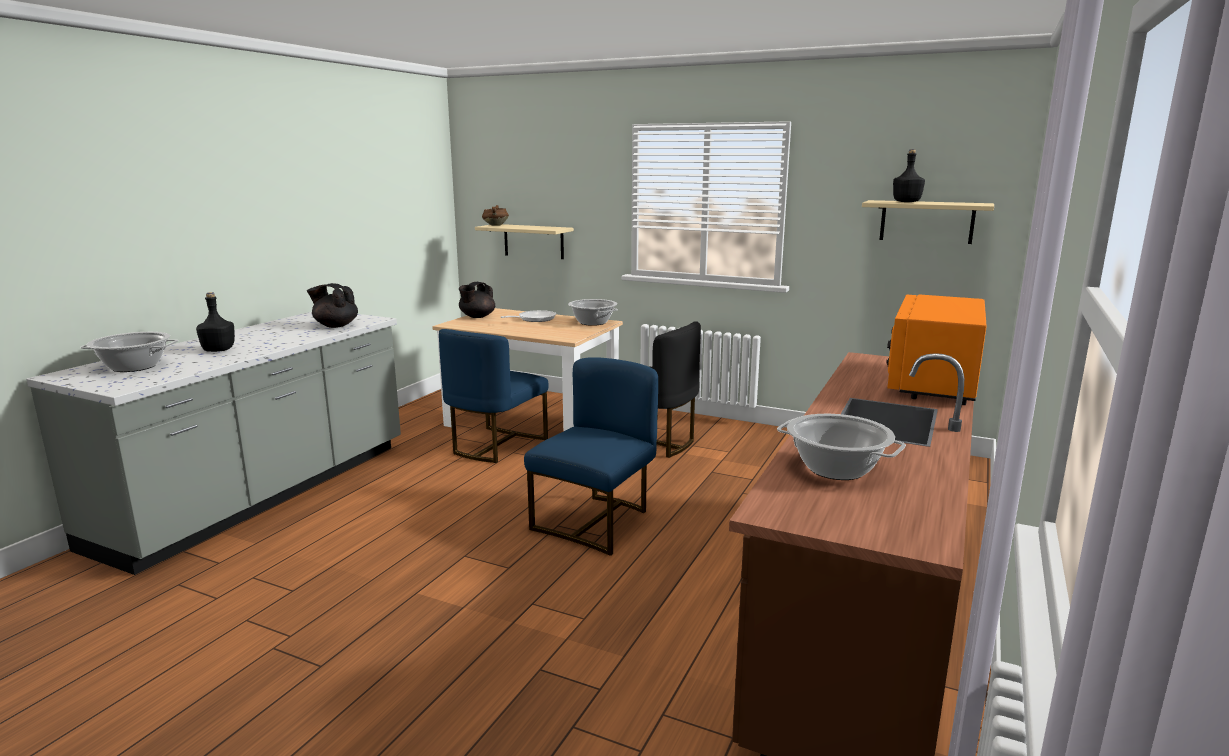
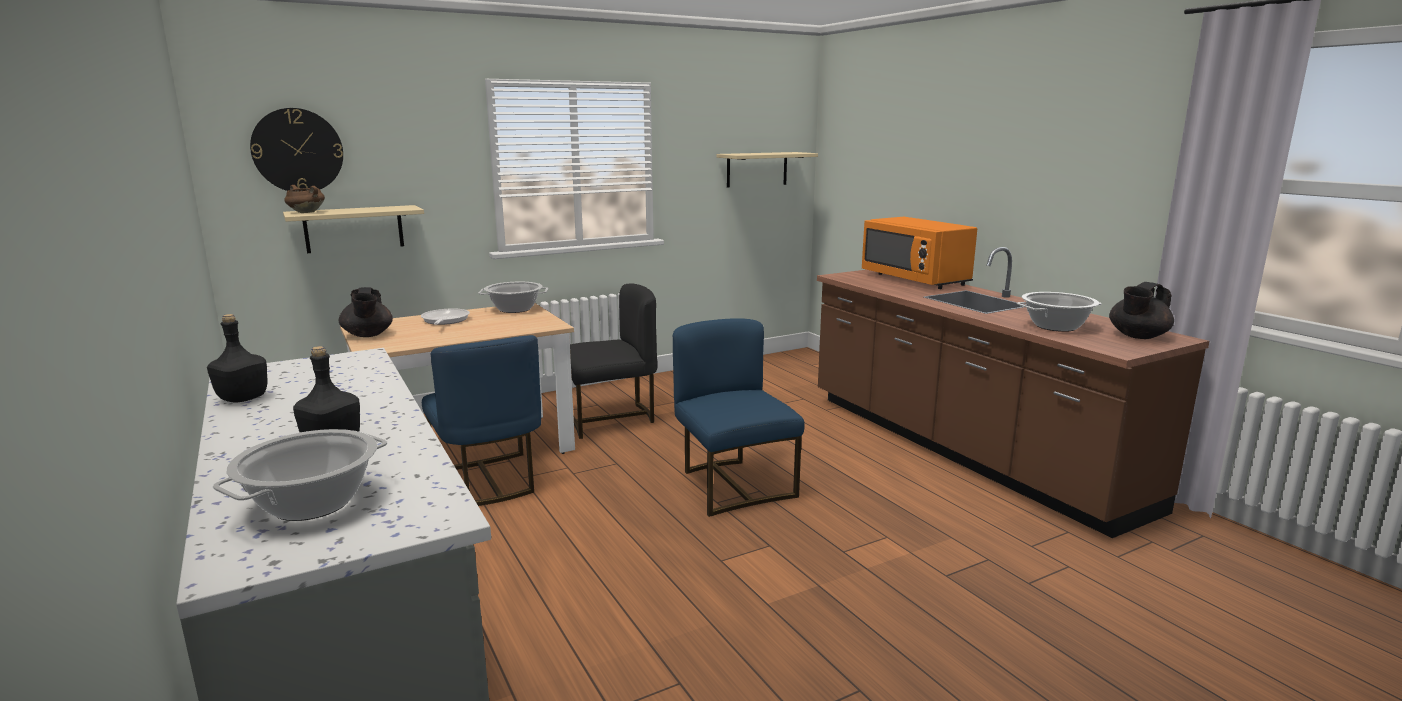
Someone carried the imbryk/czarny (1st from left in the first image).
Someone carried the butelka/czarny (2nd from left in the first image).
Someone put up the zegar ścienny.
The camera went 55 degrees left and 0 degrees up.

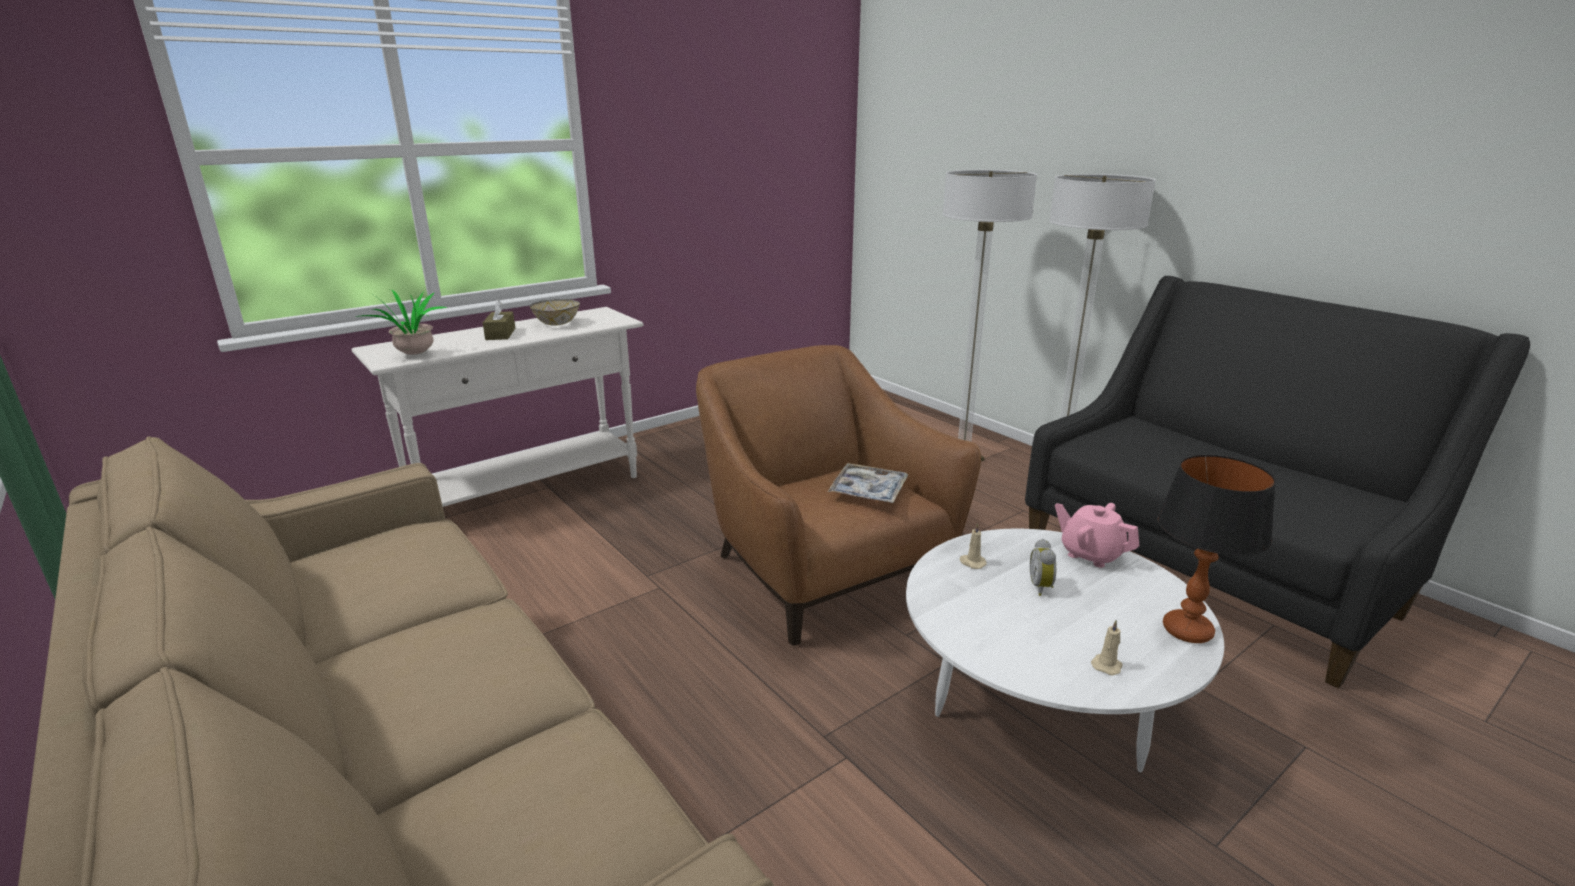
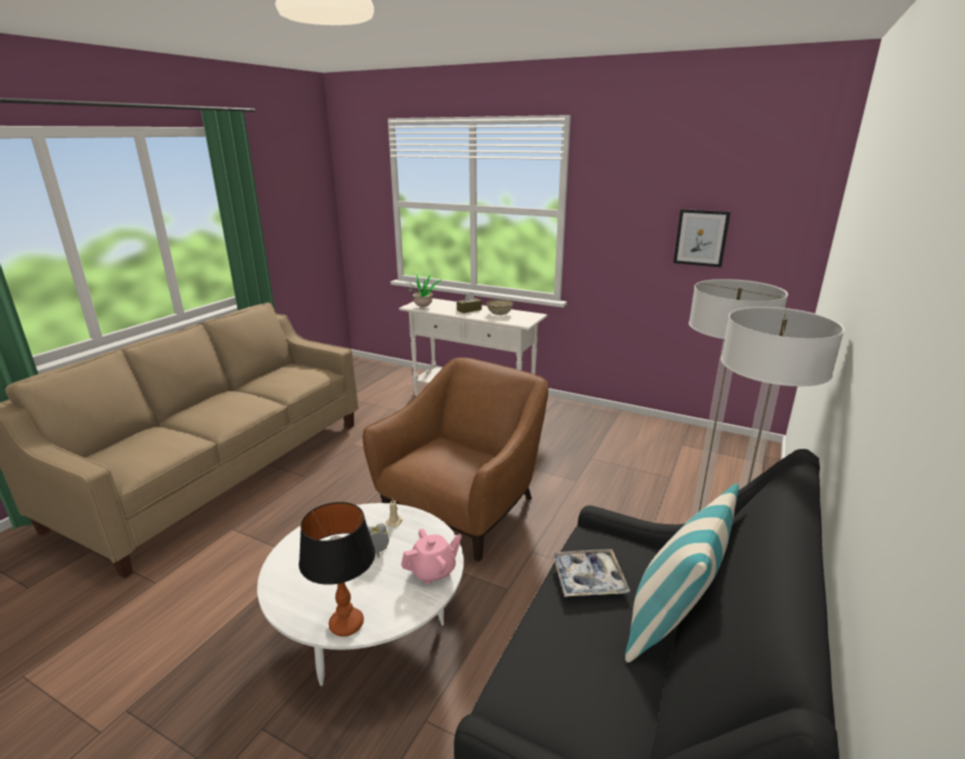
Someone carried the taca.
Someone rotated the imbryk/różowy by 45 degrees clockwise.
Someone took away the świeca/beżowy (2nd from left).
Someone put down the poduszka.
Someone put up the obraz.
The camera went 65 degrees right and 0 degrees up.

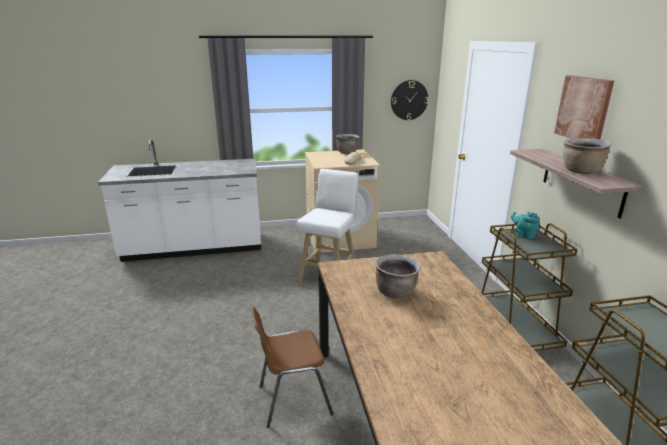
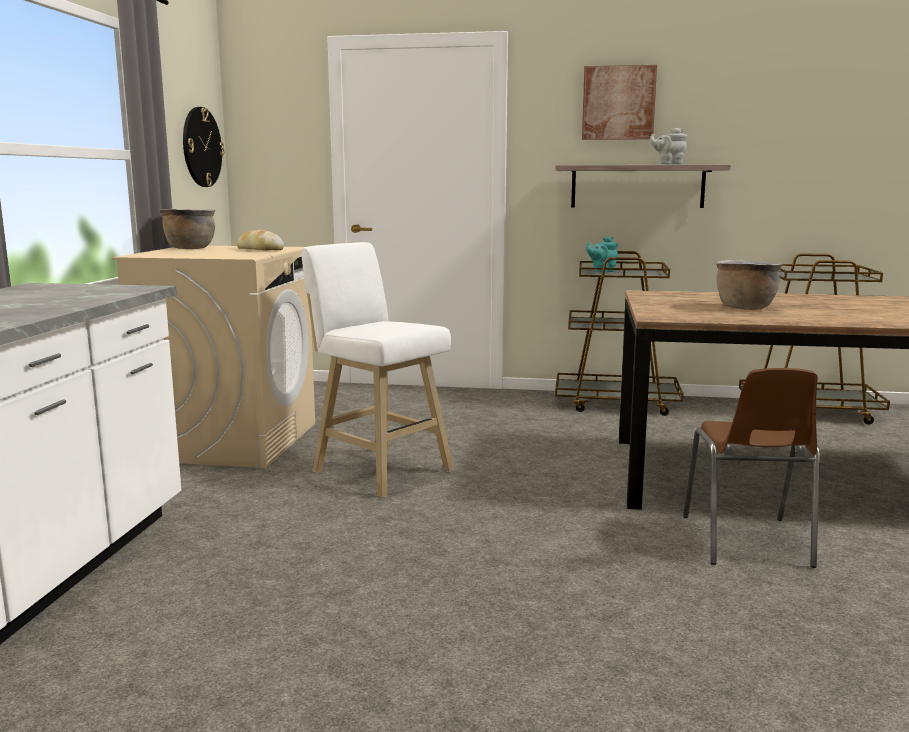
Someone swapped the garnek/brązowy (3rd from left) for the imbryk/szary.
The camera went 70 degrees left and 10 degrees down.

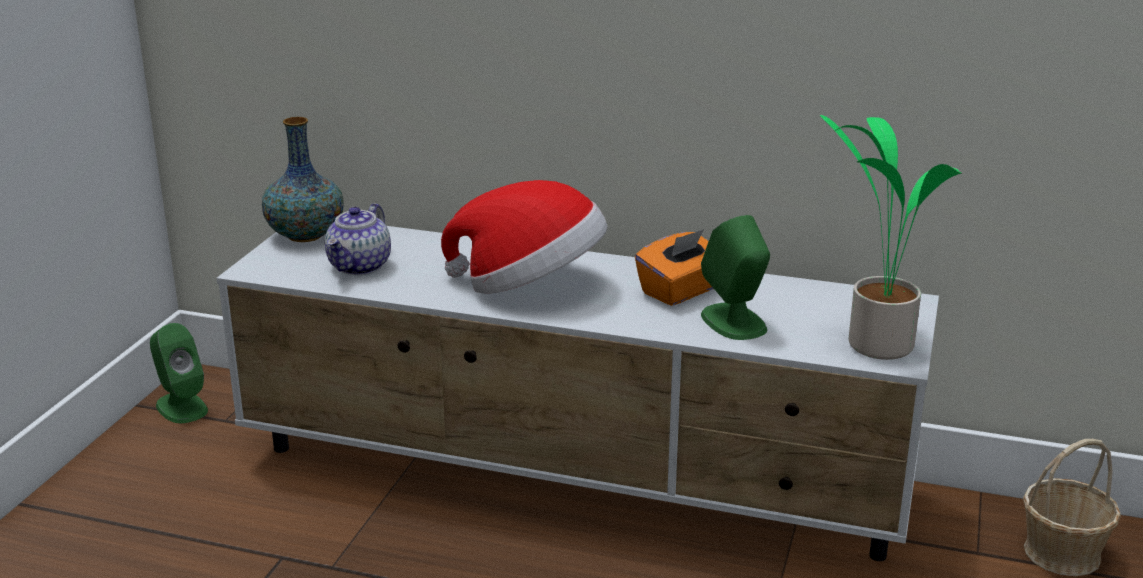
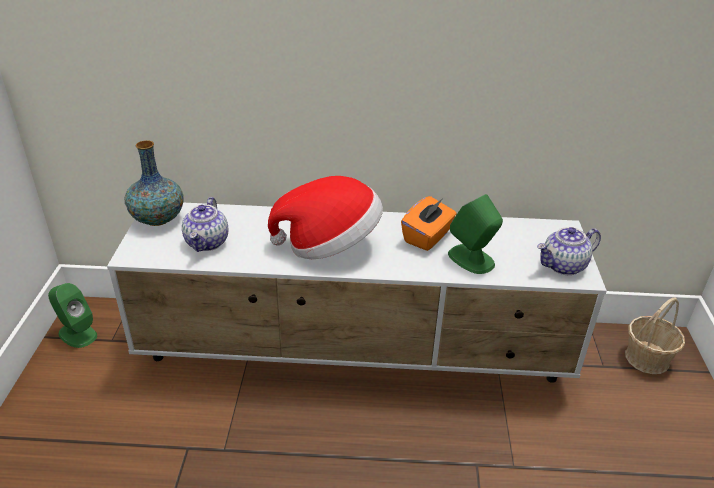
Someone swapped the roślina doniczkowa for the imbryk (2nd from left).
The camera went 15 degrees left and 10 degrees up.

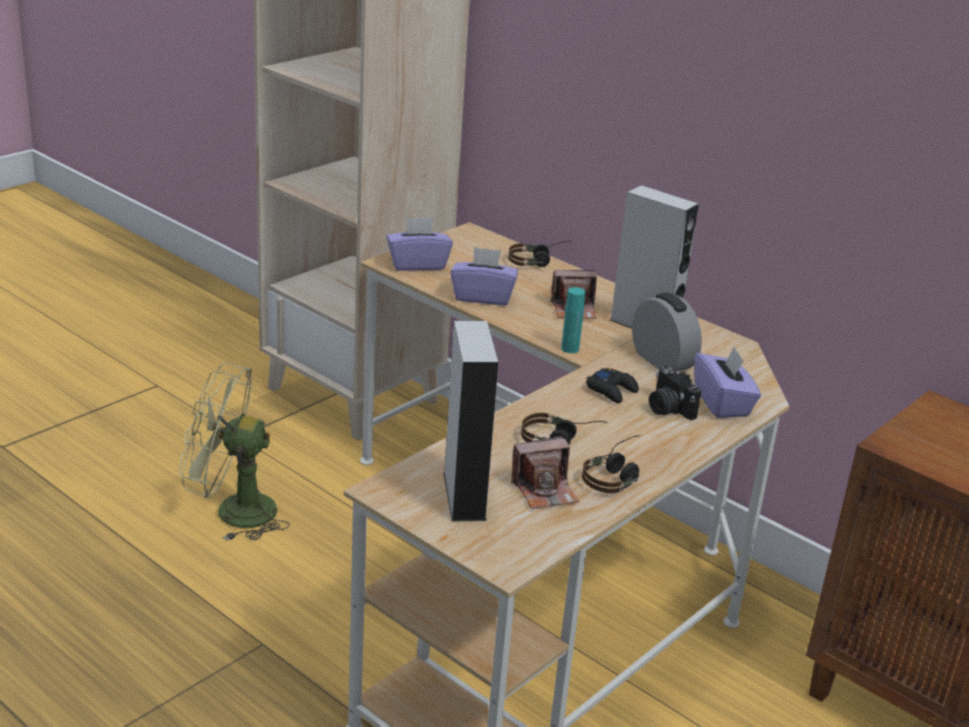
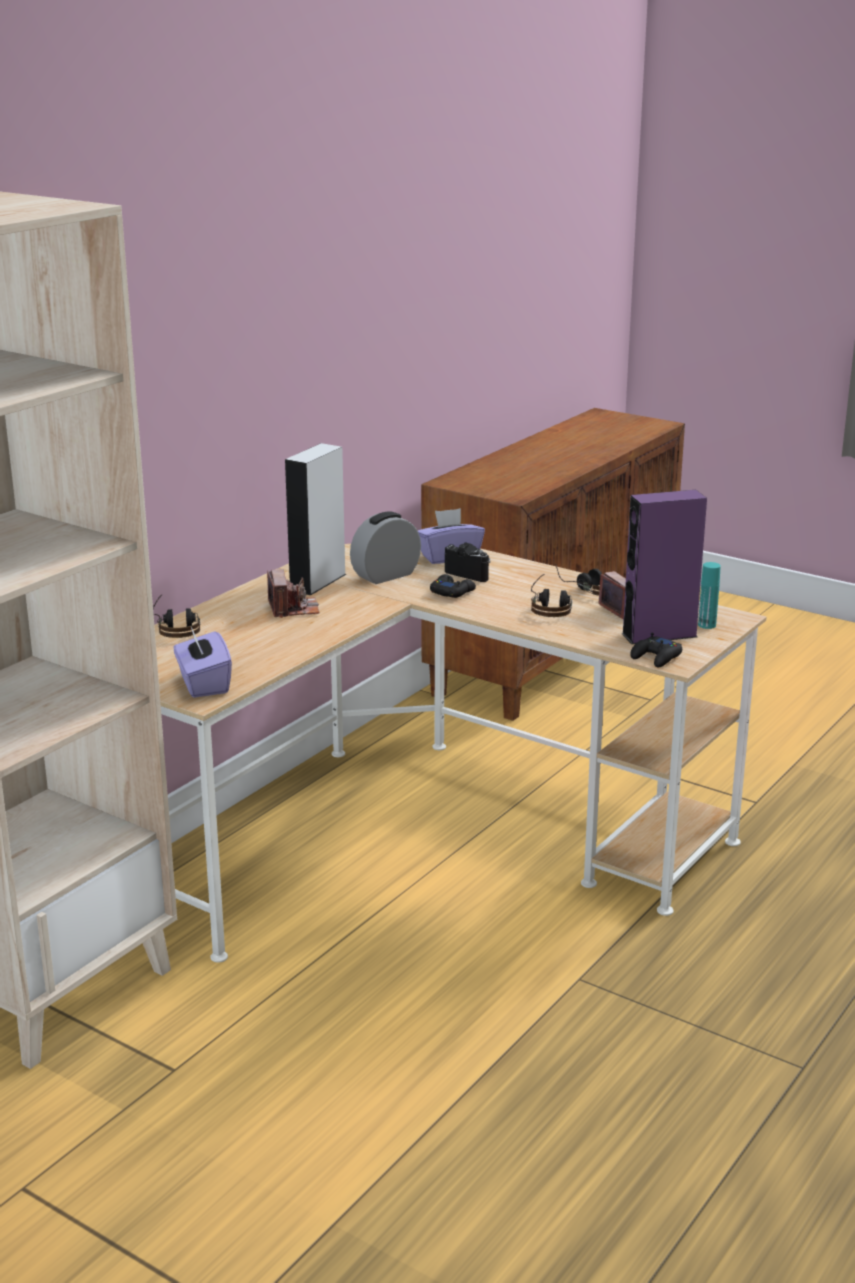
Someone took away the wentylator/zielony.
Someone repainted the głośnik/szary (1st from left), which became the głośnik/fioletowy.
Someone took away the pudełko chusteczek/fioletowy (2nd from left).
Someone carried the butelka/turkusowy.
Someone rotated the aparat fotograficzny (3rd from left in the first image) by 105 degrees counterclockwise.
Someone put down the pad do gier/czarny (2nd from left).
The camera went 95 degrees left and 5 degrees down.

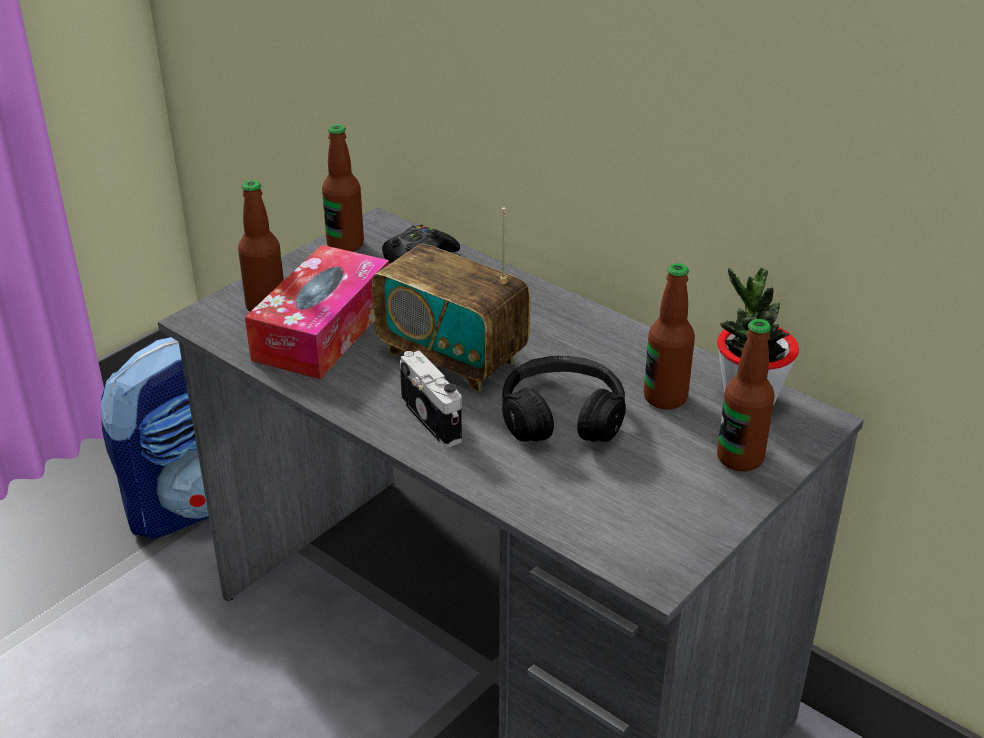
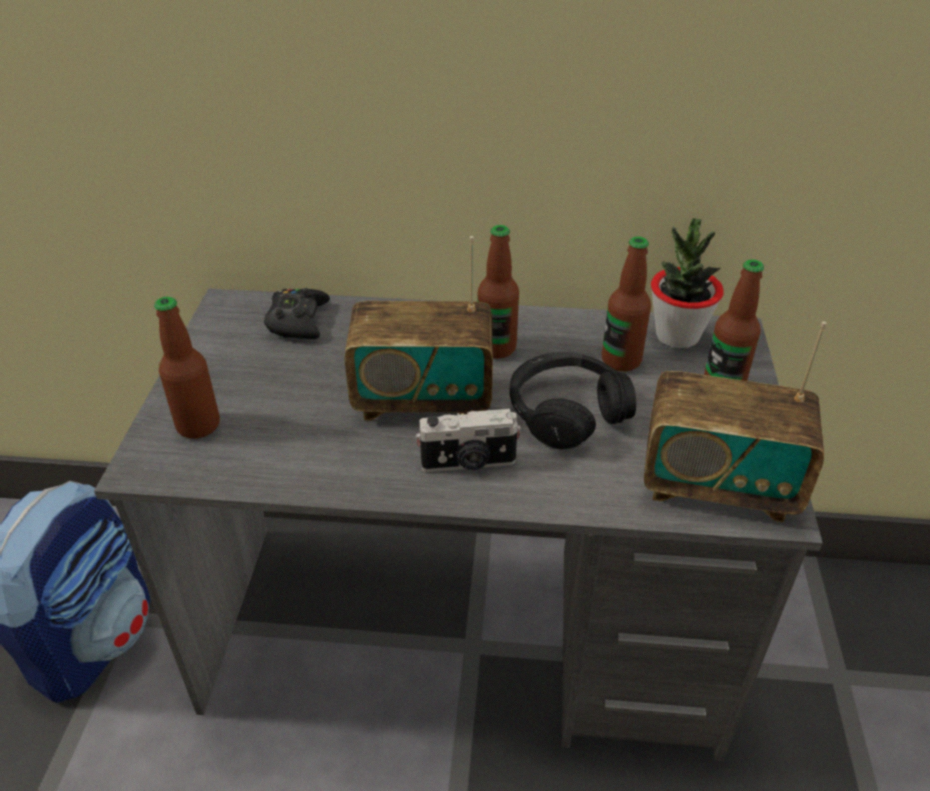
Someone took away the pudełko chusteczek.
Someone carried the butelka (2nd from left).
Someone rotated the aparat fotograficzny by 150 degrees clockwise.
Someone put down the radio (2nd from left).
The camera went 35 degrees left and 5 degrees up.

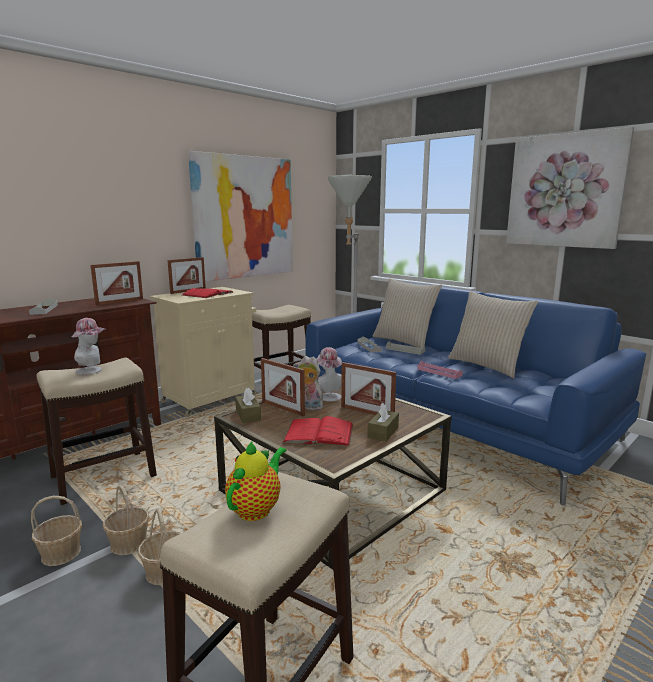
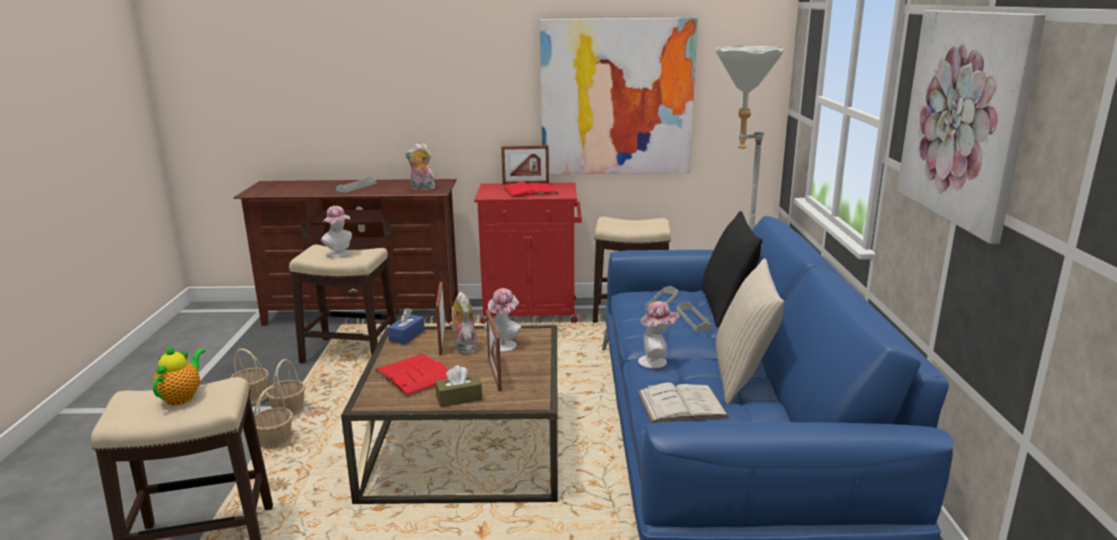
Someone swapped the ramka na zdjęcie (1st from left) for the pluszak (1st from left).
Someone repainted the szafka/beżowy, which became the szafka/czerwony.
Someone rotated the imbryk by 60 degrees counterclockwise.
Someone repainted the pudełko chusteczek/brązowy (1st from left), which became the pudełko chusteczek/niebieski.
Someone repainted the poduszka/beżowy (1st from left), which became the poduszka/czarny.
Someone swapped the taca/różowy for the kapelusz (3rd from left).
Someone put down the książka/biały.
The camera went 45 degrees right and 5 degrees up.

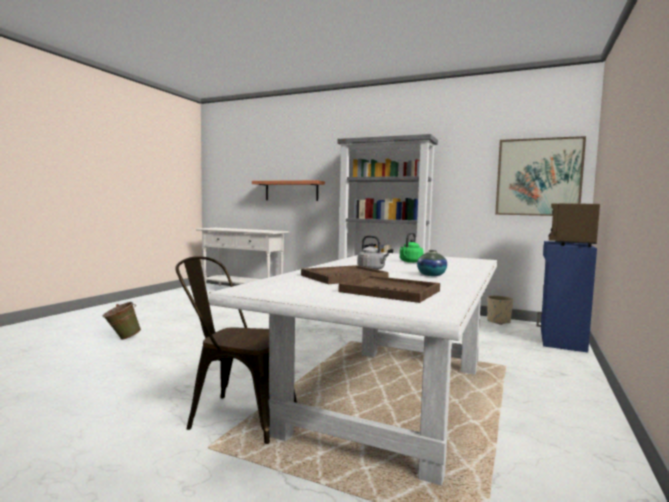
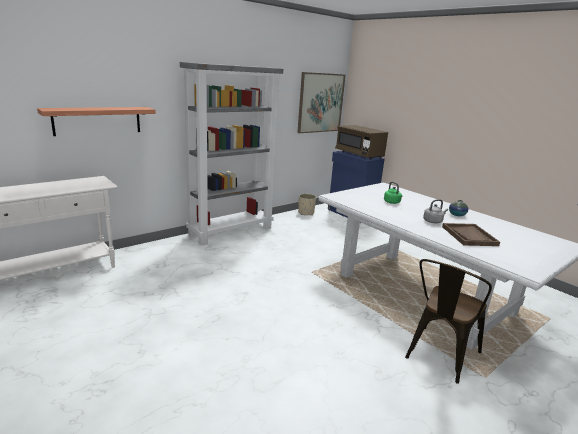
Someone took away the wiadro/zielony.
Someone took away the taca/brązowy (2nd from left).
The camera went 65 degrees left and 15 degrees up.

